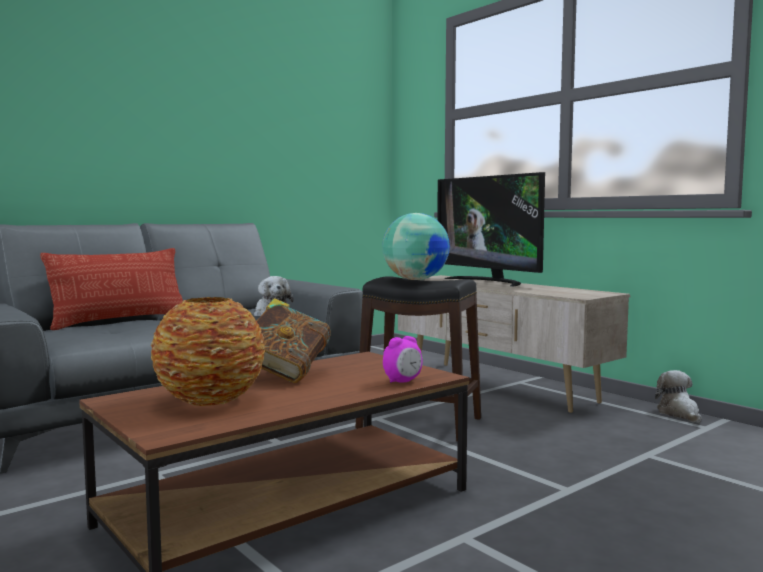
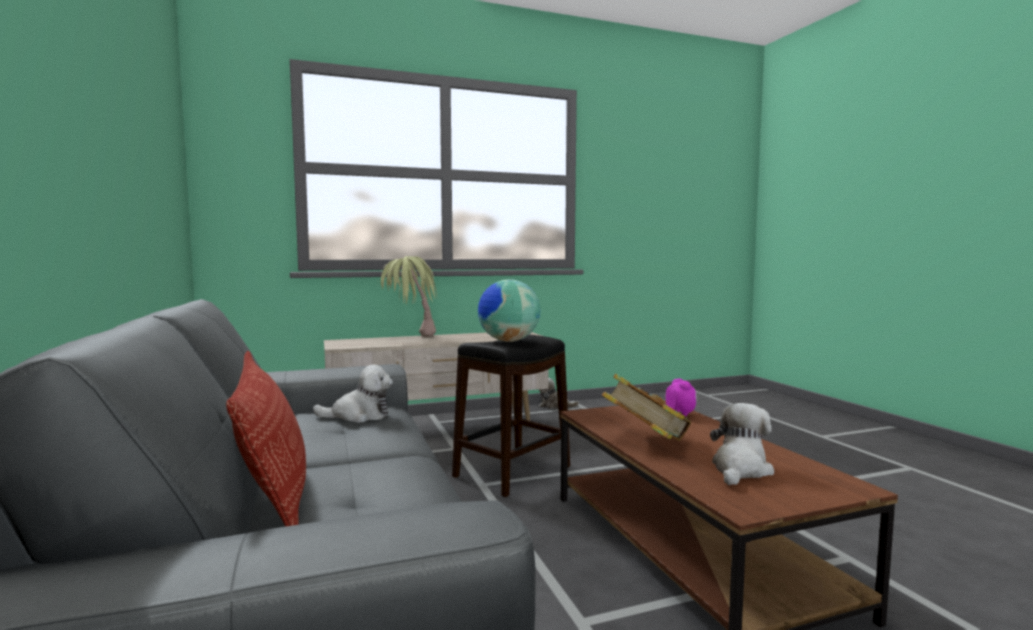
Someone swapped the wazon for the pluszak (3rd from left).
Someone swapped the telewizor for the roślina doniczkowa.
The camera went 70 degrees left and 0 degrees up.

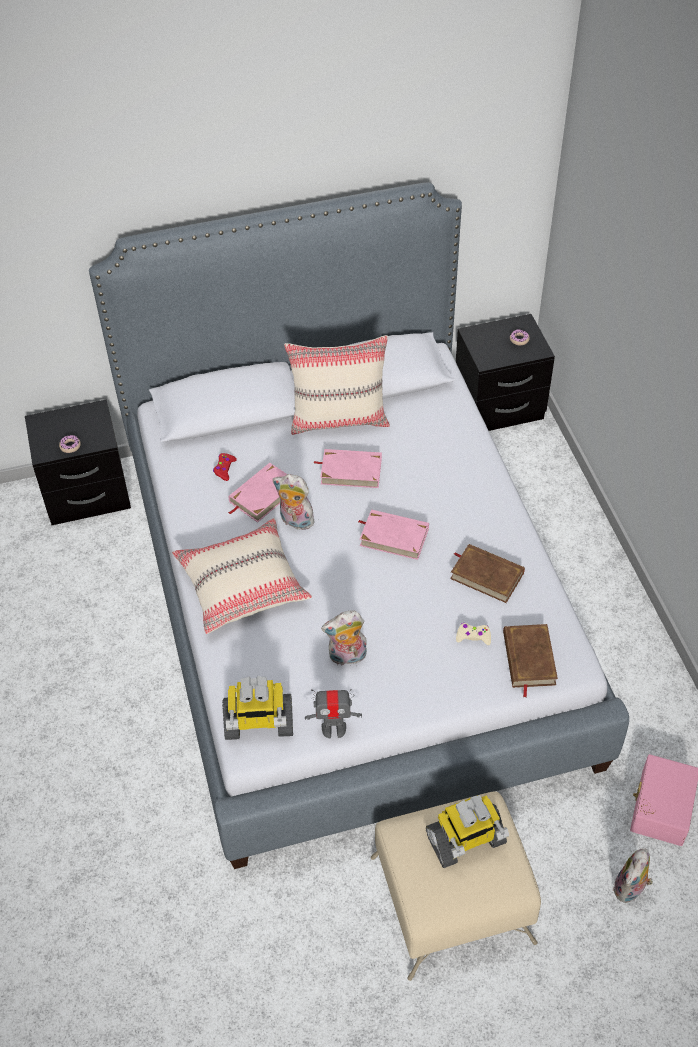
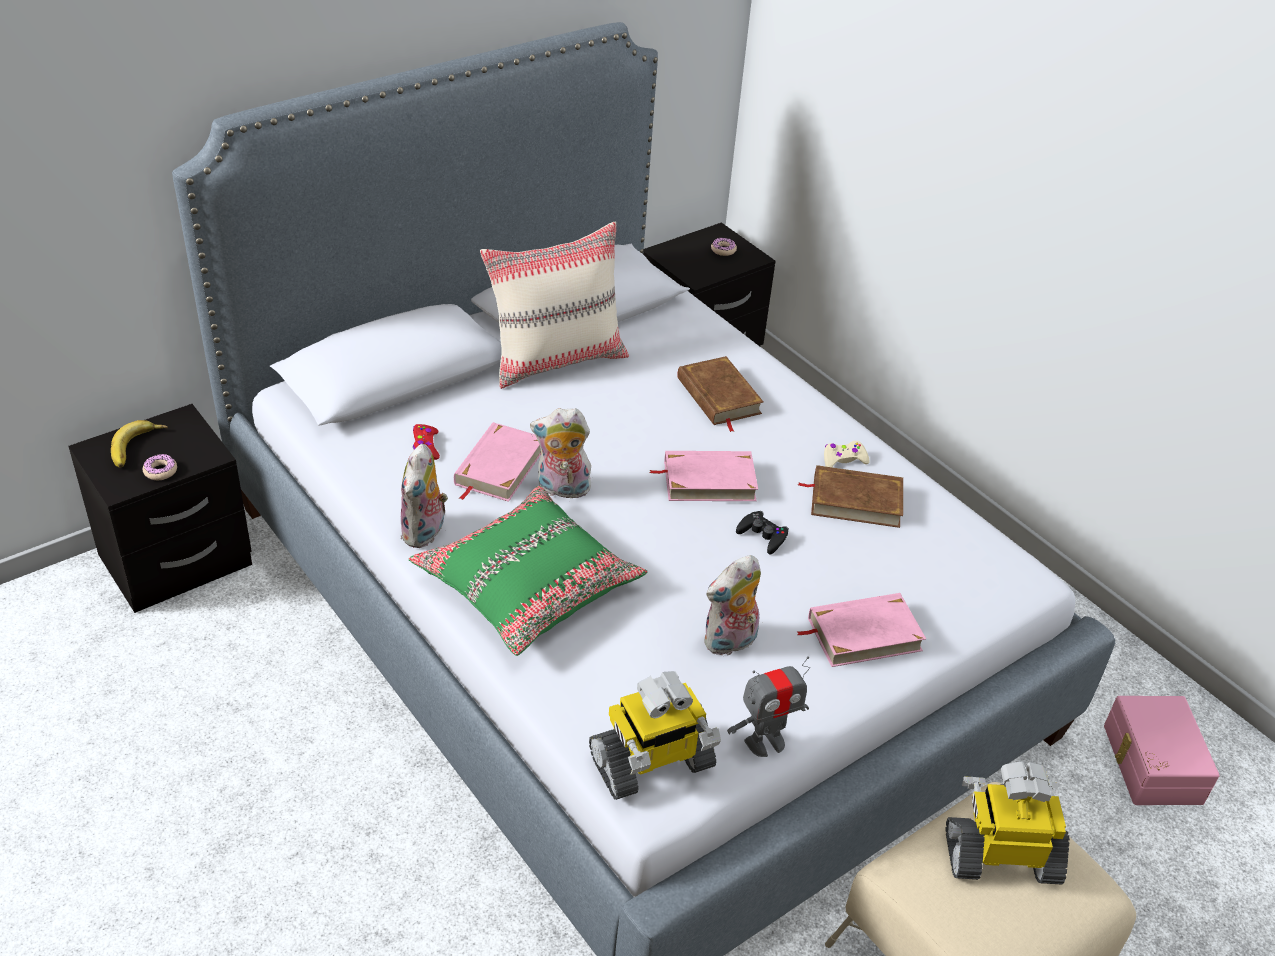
Someone repainted the poduszka/beżowy (1st from left), which became the poduszka/zielony.
Someone carried the książka/różowy (2nd from left in the first image).
Someone rotated the robot zabawkowy (3rd from left) by 135 degrees counterclockwise.
Someone carried the pad do gier/beżowy.
Someone carried the książka/brązowy (2nd from left in the first image).
Someone carried the pluszak (3rd from left in the first image).
Someone put down the banan.
Someone put down the pad do gier/czarny.
The camera went 25 degrees left and 10 degrees down.

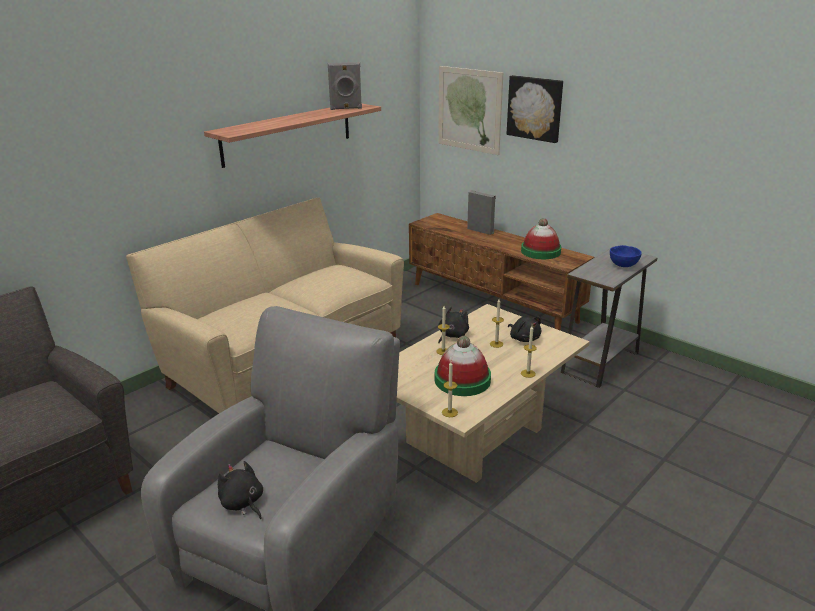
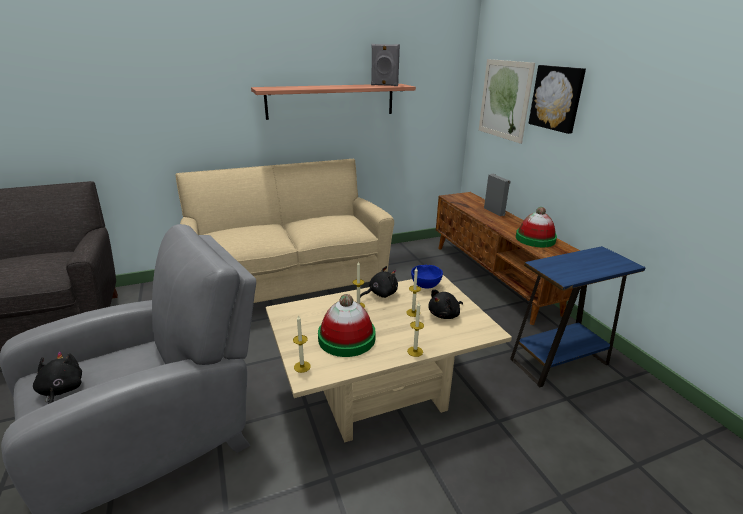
Someone rotated the pluszak/czarny (3rd from left) by 60 degrees clockwise.
Someone repainted the stolik/szary, which became the stolik/niebieski.
Someone carried the miska/niebieski.
The camera went 25 degrees right and 0 degrees up.

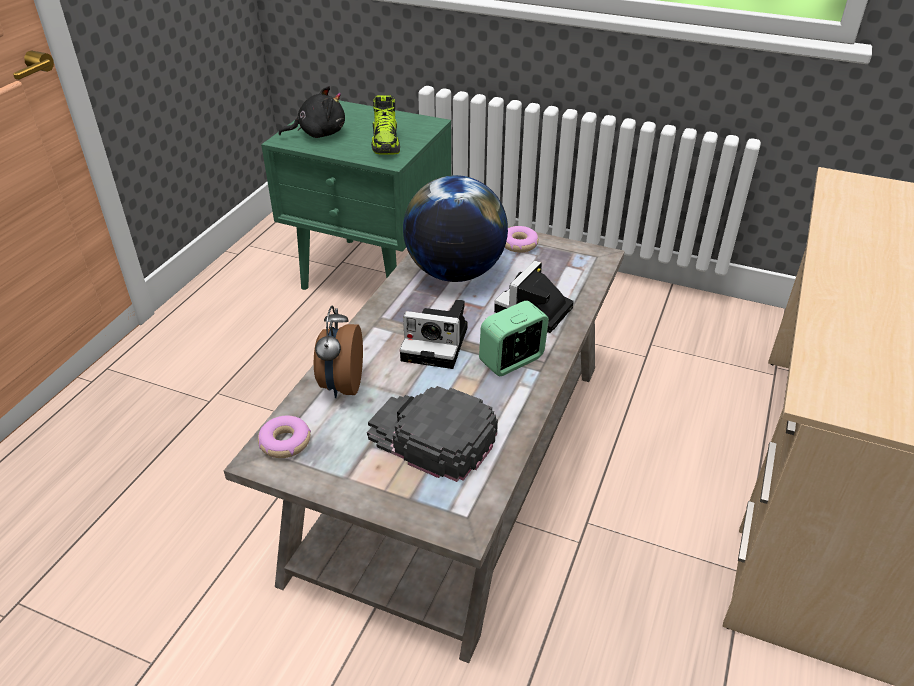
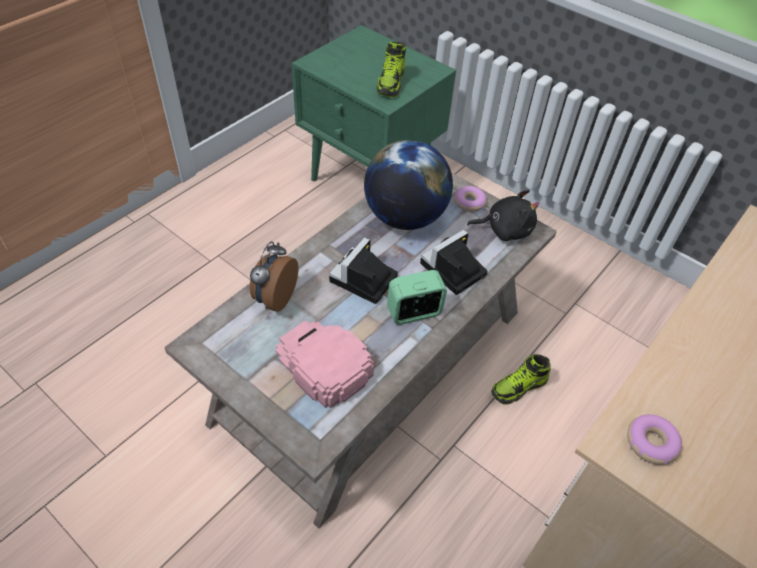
Someone carried the donut (1st from left in the first image).
Someone carried the pluszak/czarny.
Someone repainted the czapka z daszkiem/czarny, which became the czapka z daszkiem/różowy.
Someone rotated the aparat fotograficzny (1st from left) by 90 degrees clockwise.
Someone put down the but (2nd from left).
The camera went 15 degrees right and 10 degrees up.

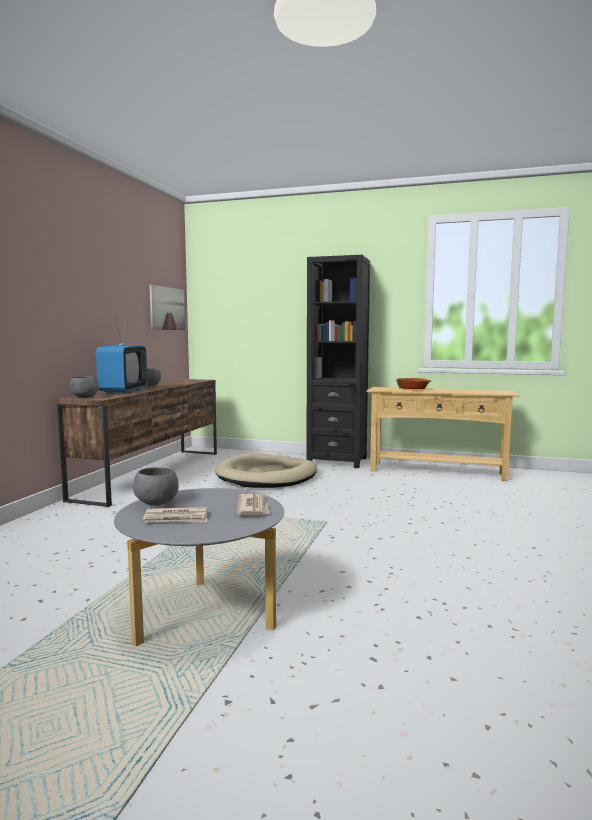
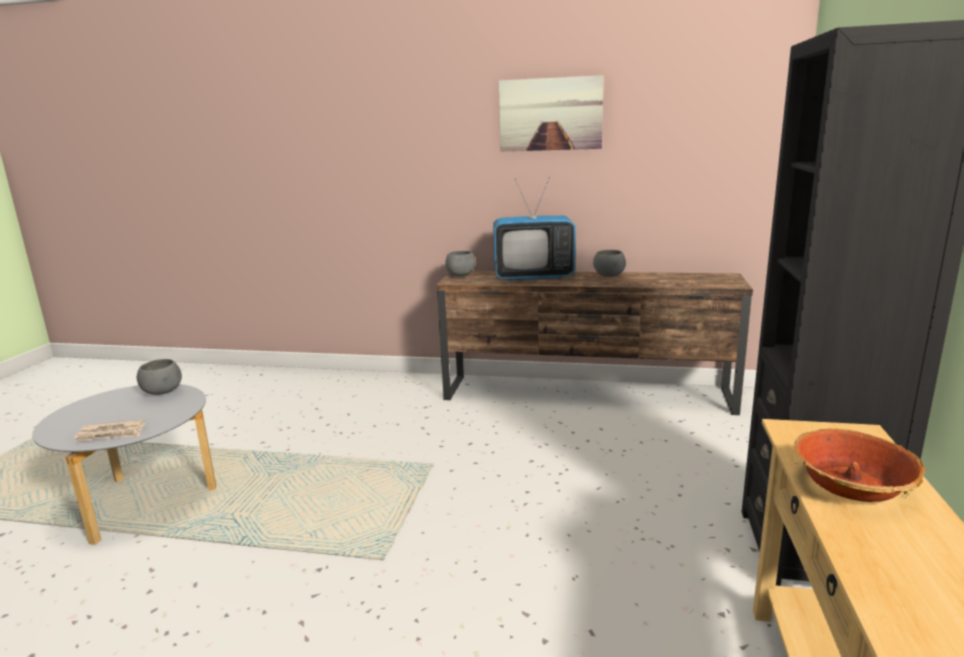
Someone took away the gazeta (1st from left).
Someone carried the obraz.
Someone took away the legowisko/beżowy.
The camera went 85 degrees right and 10 degrees up.

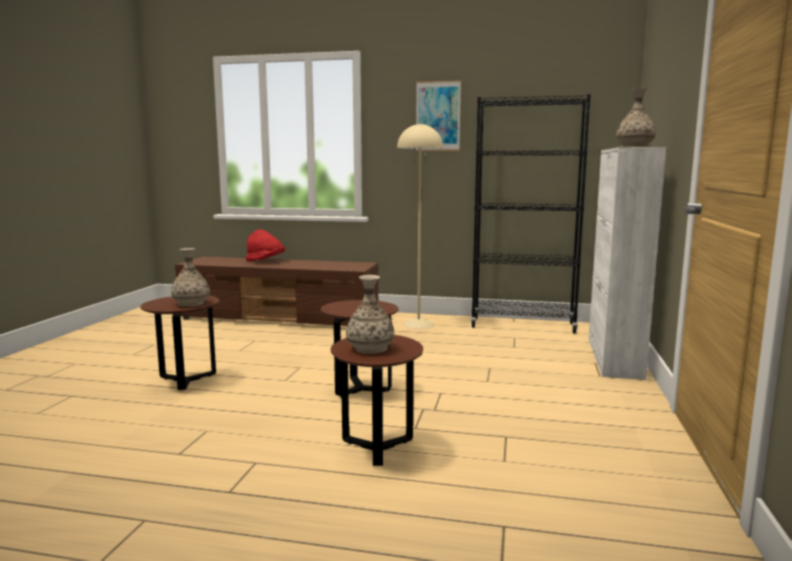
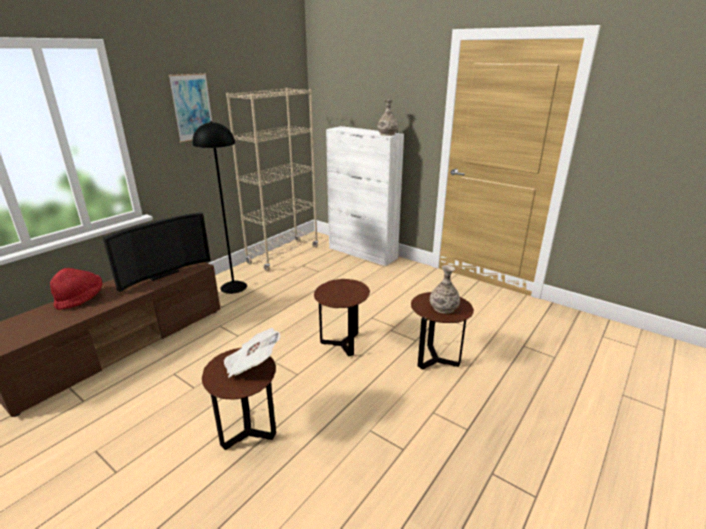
Someone swapped the wazon (1st from left) for the gazeta.
Someone repainted the lampa stojąca/beżowy, which became the lampa stojąca/czarny.
Someone repainted the regał/czarny, which became the regał/beżowy.
Someone put down the telewizor.
The camera went 65 degrees left and 15 degrees up.

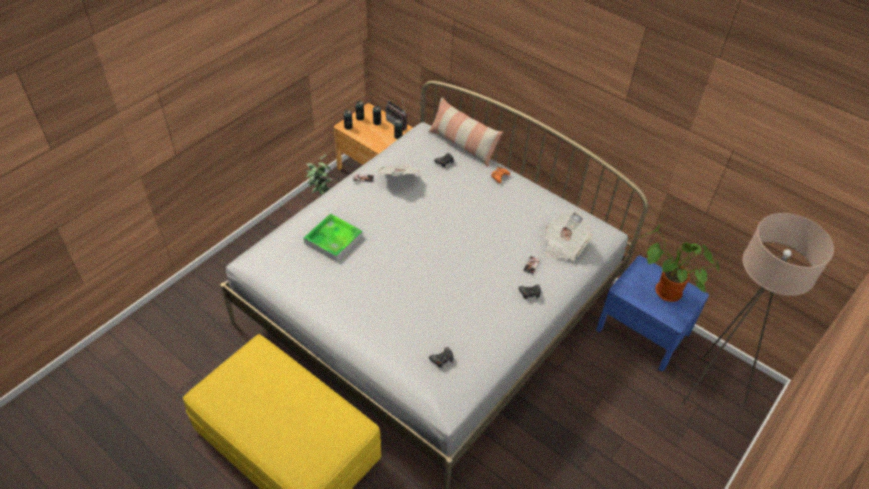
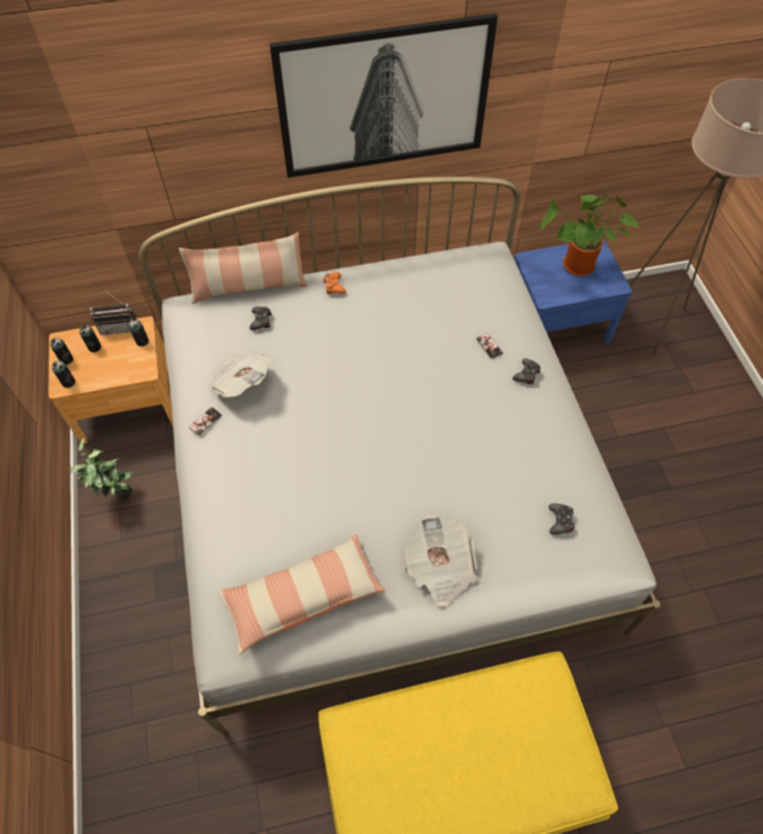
Someone took away the taca.
Someone carried the gazeta (2nd from left).
Someone put down the poduszka (2nd from left).
Someone put up the obraz.
The camera went 50 degrees left and 10 degrees up.

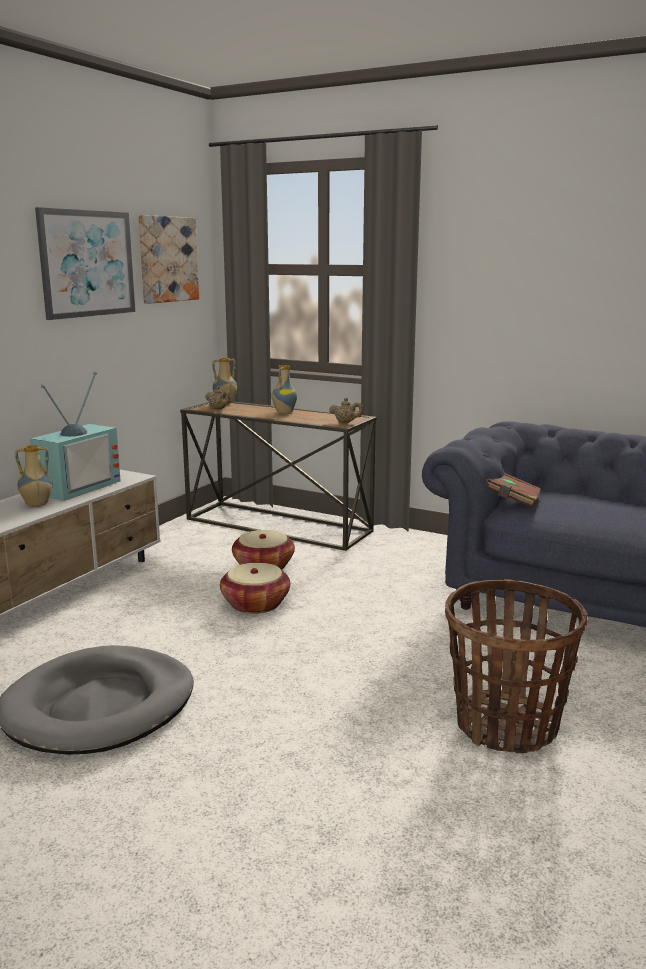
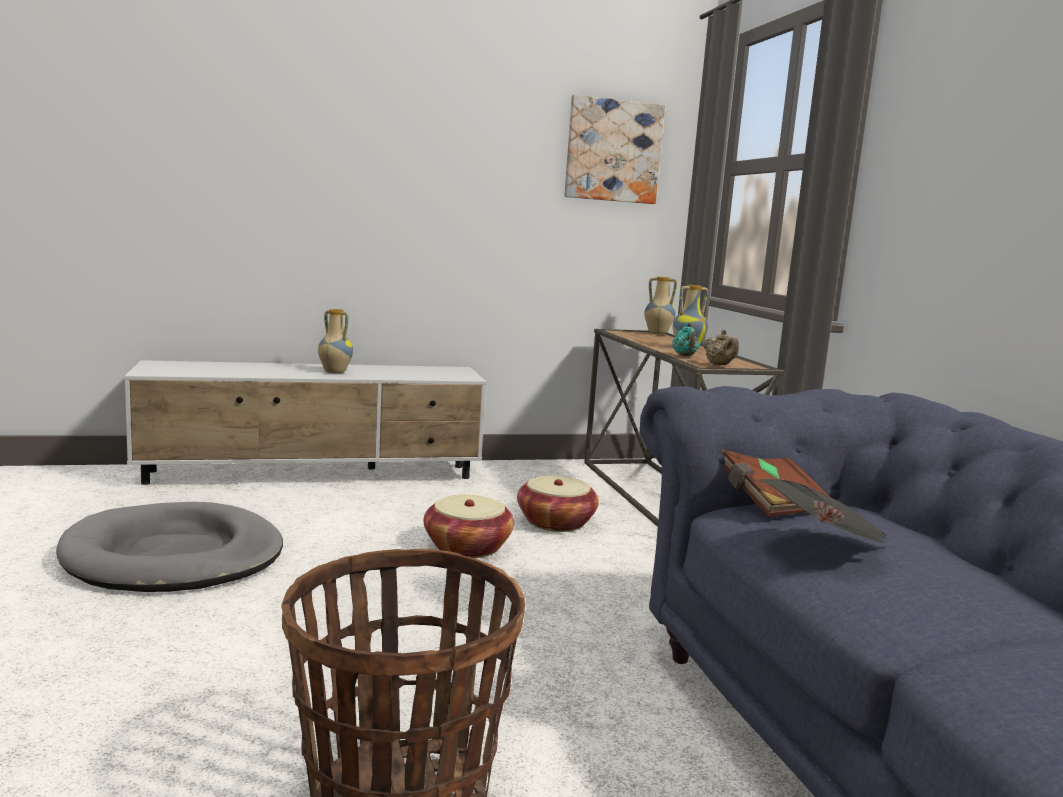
Someone took away the telewizor.
Someone took away the obraz (1st from left).
Someone took away the imbryk/beżowy (1st from left).
Someone put down the imbryk/turkusowy.
Someone put down the gazeta.
The camera went 45 degrees right and 5 degrees down.

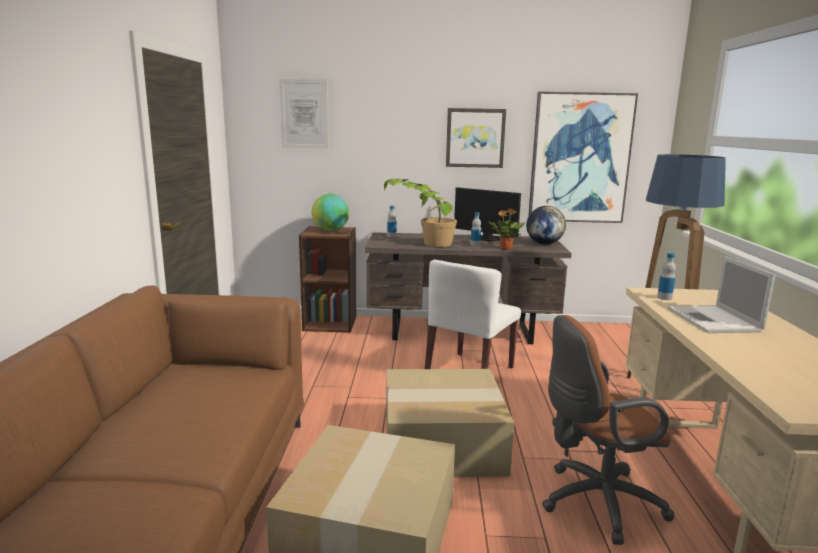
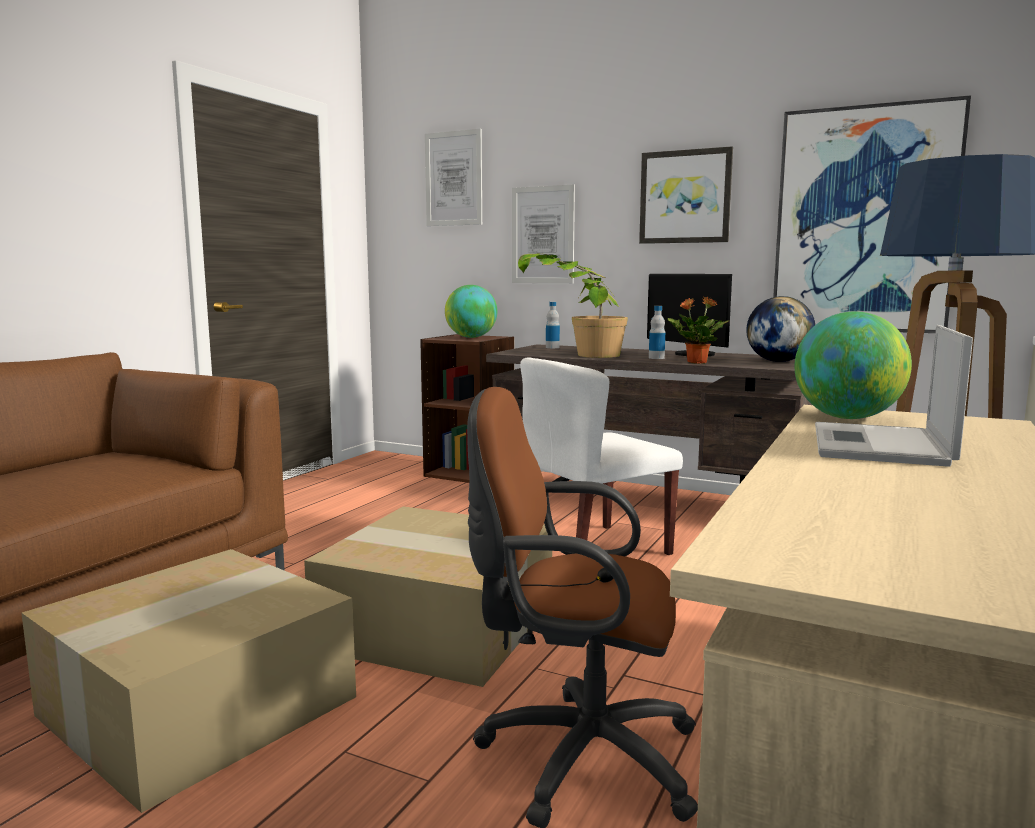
Someone swapped the butelka (3rd from left) for the globus (3rd from left).
Someone put up the obraz (2nd from left).
The camera went 25 degrees right and 5 degrees down.

